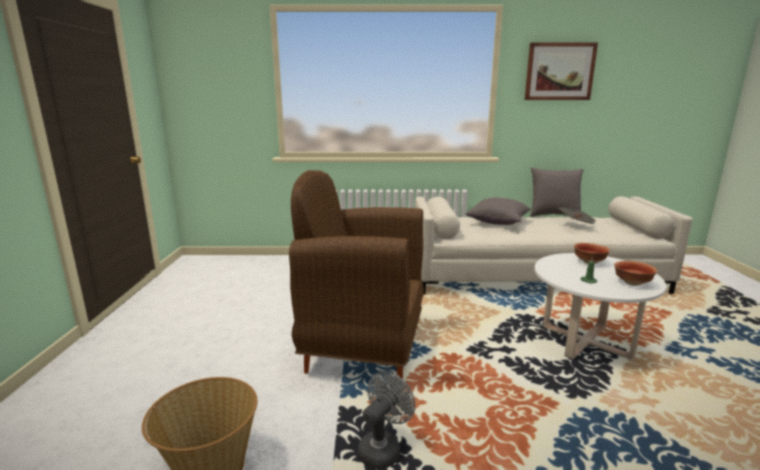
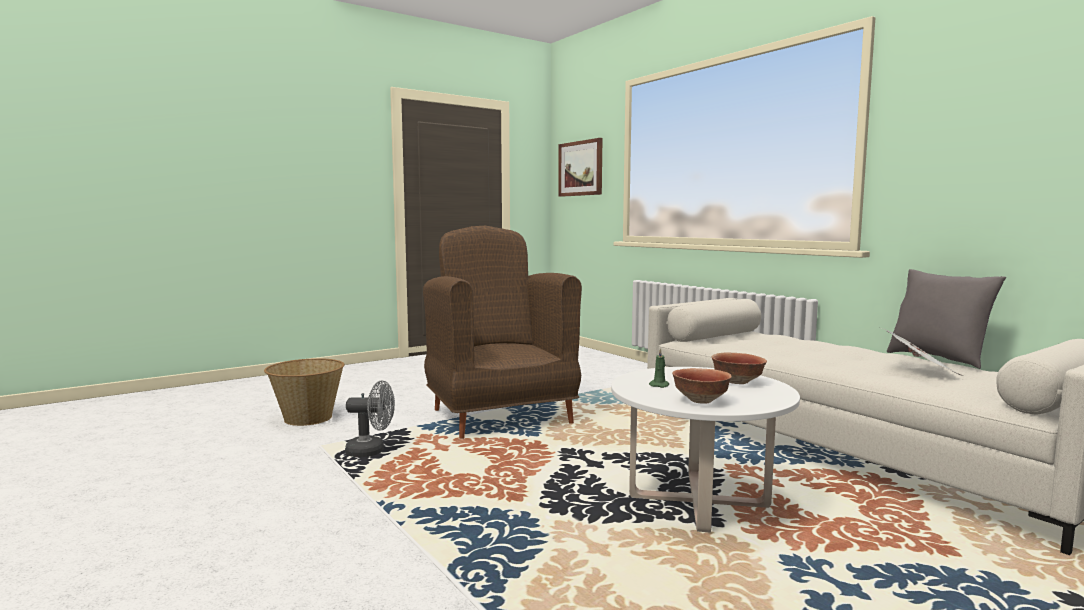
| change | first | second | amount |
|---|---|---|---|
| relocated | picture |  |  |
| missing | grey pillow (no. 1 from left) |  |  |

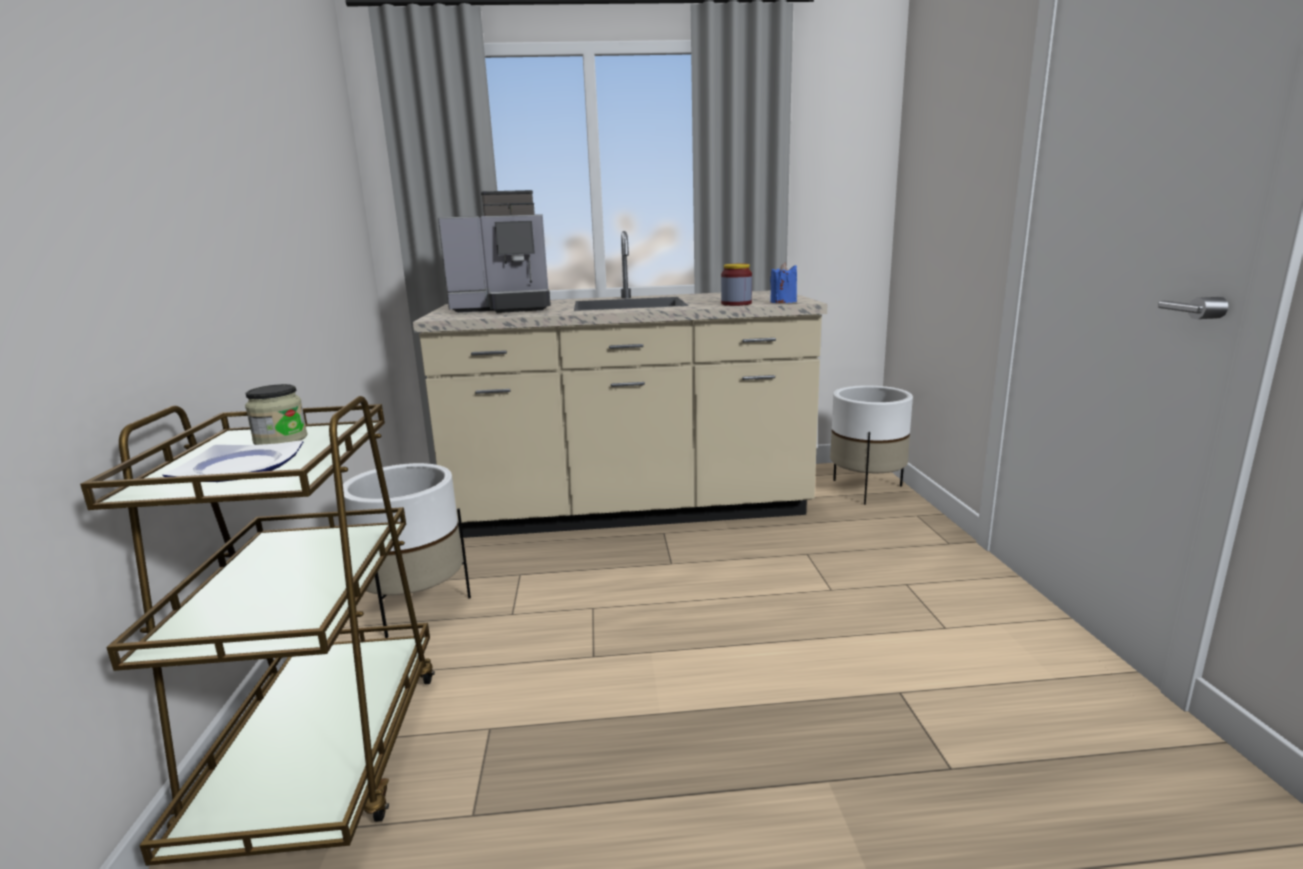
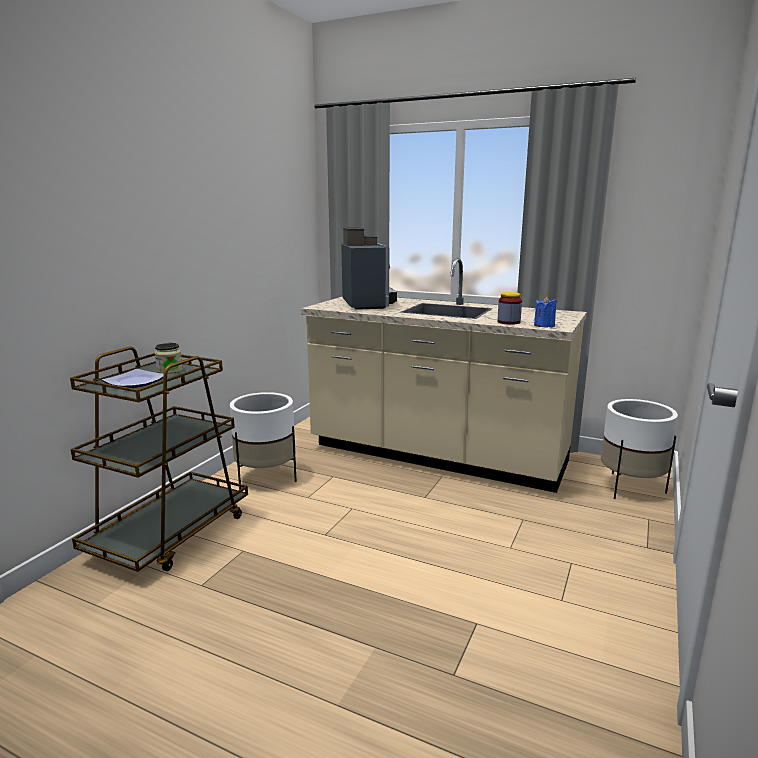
| change | first | second | amount |
|---|---|---|---|
| spun | coffee machine |  | 120 degrees counterclockwise |

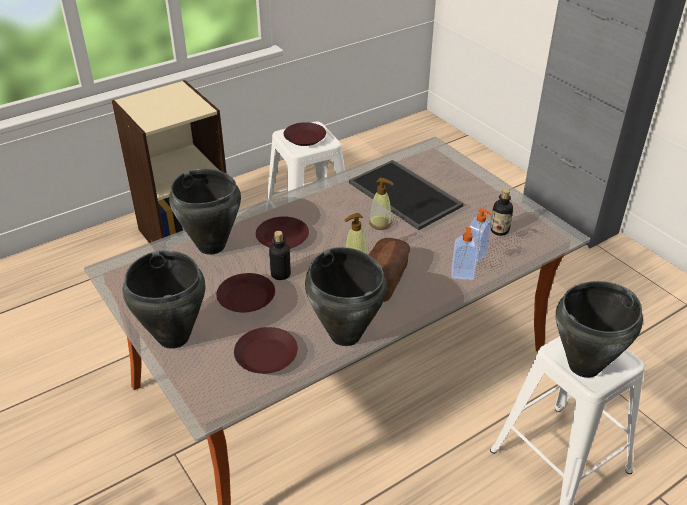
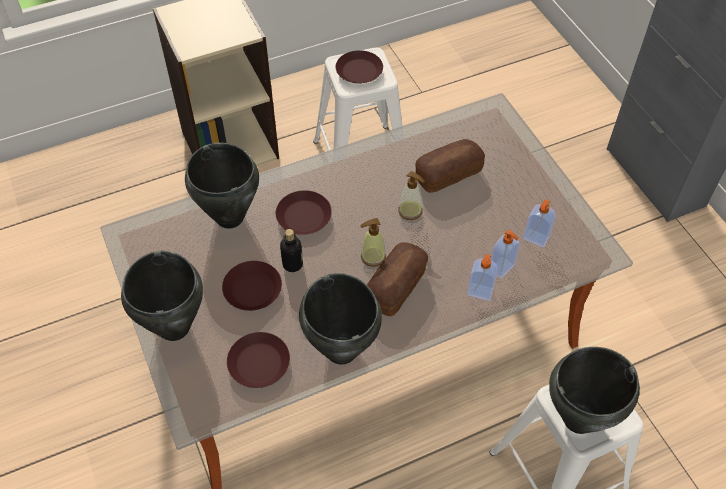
| change | first | second | amount |
|---|---|---|---|
| exchanged | tray | bread (no. 2 from left) |  |
| exchanged | bottle (no. 2 from left) | soap dispenser (no. 5 from left) |  |

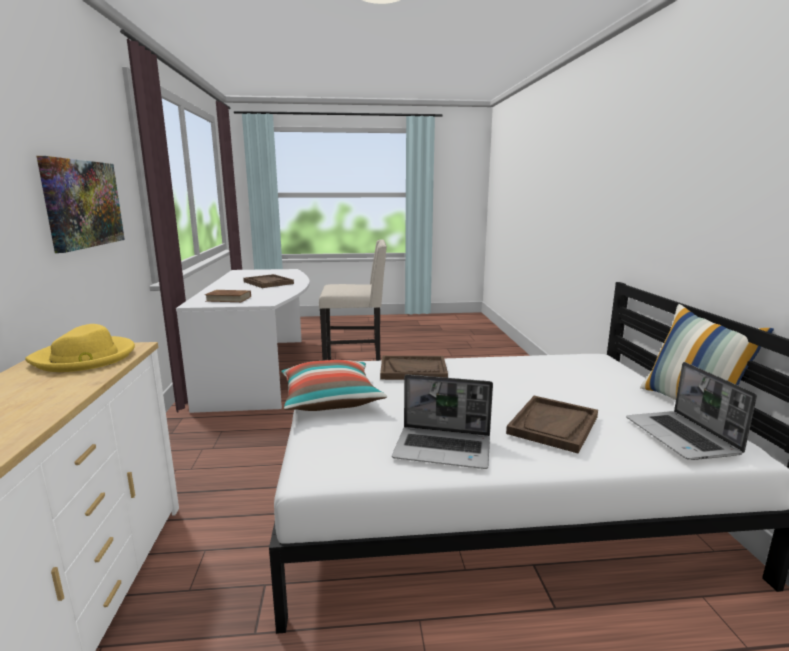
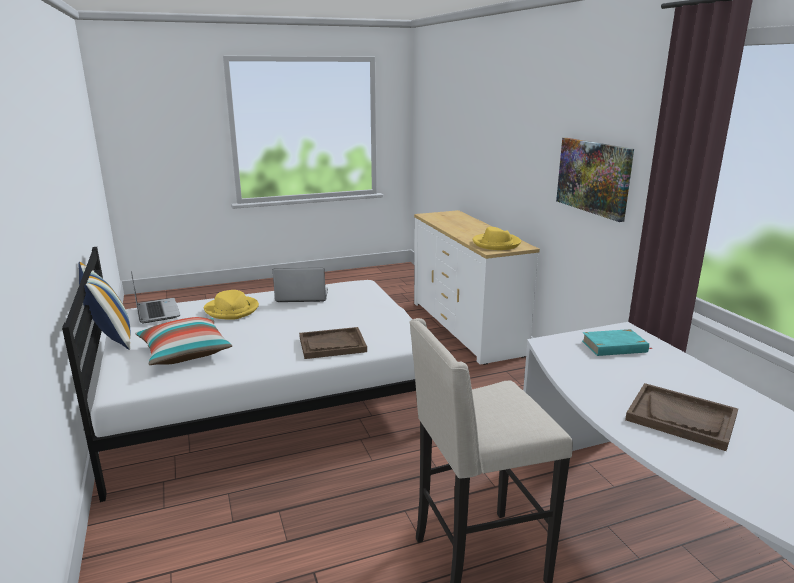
| change | first | second | amount |
|---|---|---|---|
| relocated | pillow (no. 1 from left in the first image) | pillow (no. 2 from left) |  |
| exchanged | brown tray (no. 3 from left) | yellow hat (no. 1 from left) |  |
| colour | brown book | turquoise book |  |

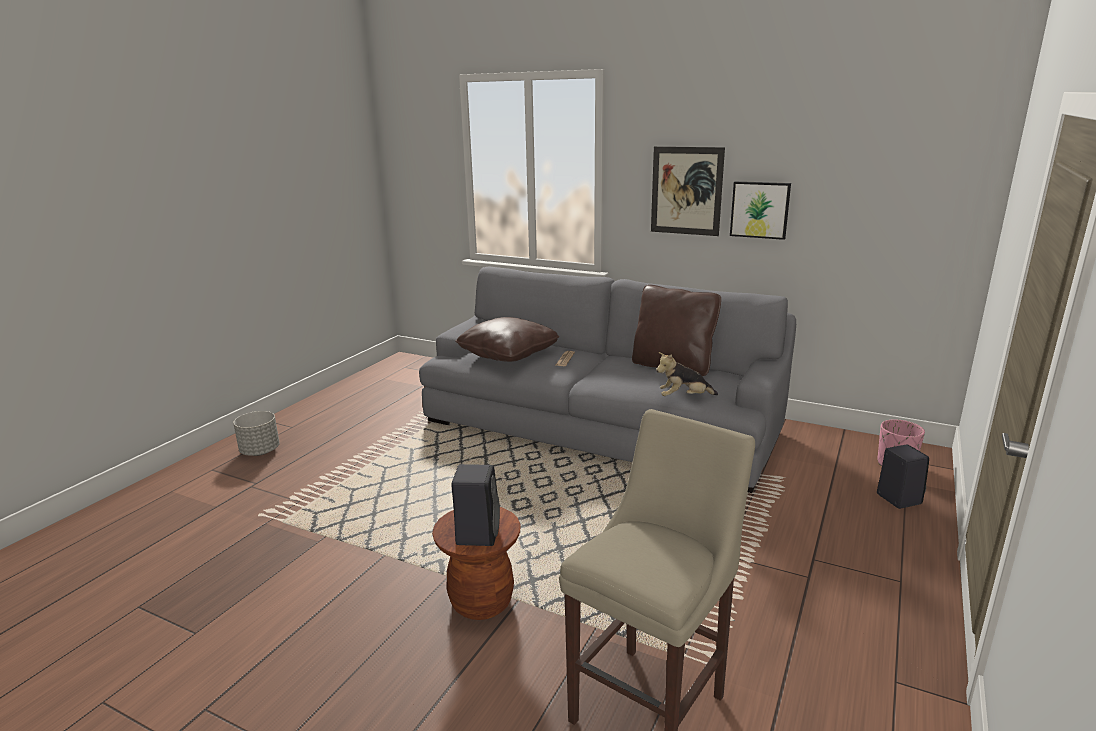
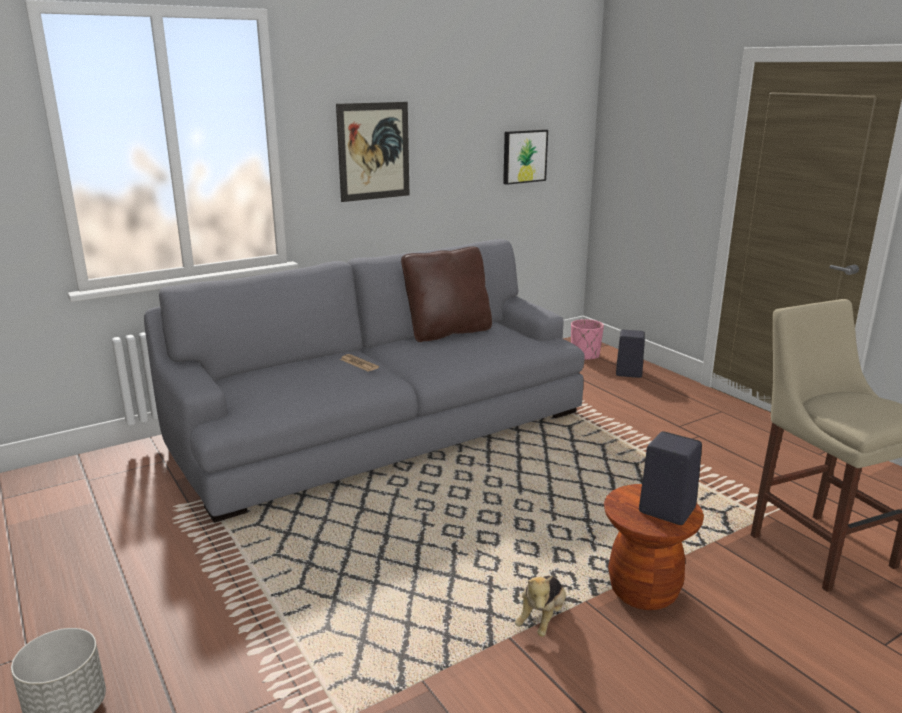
| change | first | second | amount |
|---|---|---|---|
| relocated | picture (no. 2 from left) |  |  |
| relocated | plush toy |  |  |
| missing | brown pillow (no. 1 from left) |  |  |

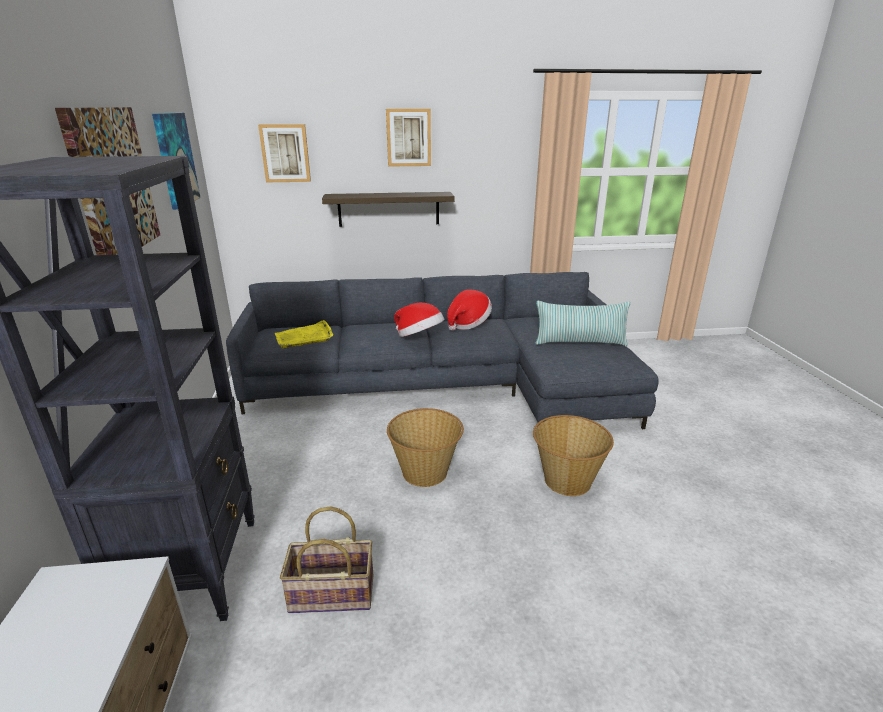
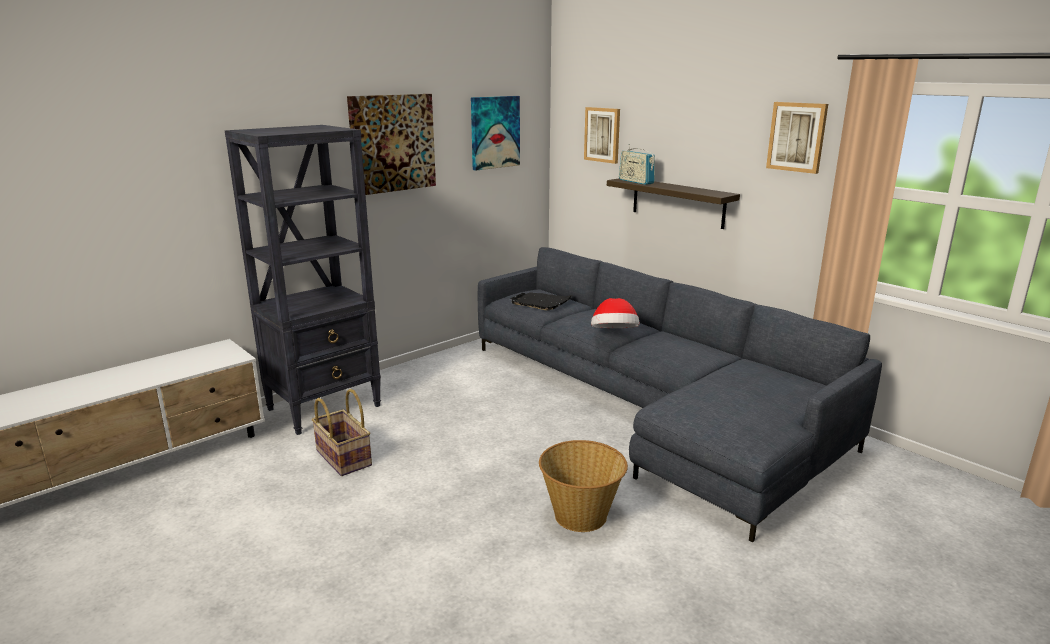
| change | first | second | amount |
|---|---|---|---|
| colour | yellow tray | black tray |  |
| appeared |  | radio |  |
| relocated | picture (no. 4 from left) |  |  |
| missing | basket (no. 2 from left) |  |  |
| missing | hat (no. 2 from left) |  |  |
| missing | pillow |  |  |

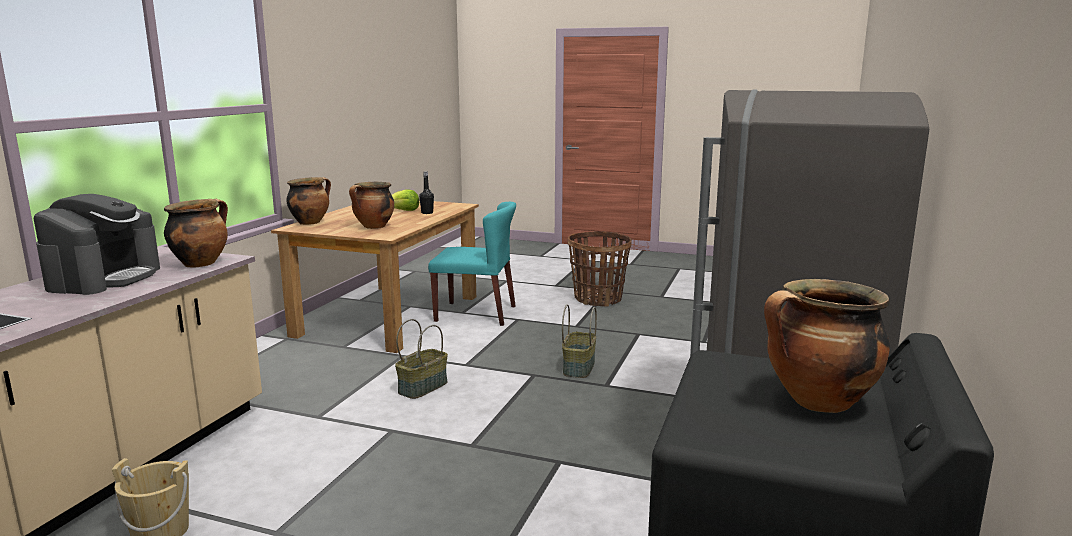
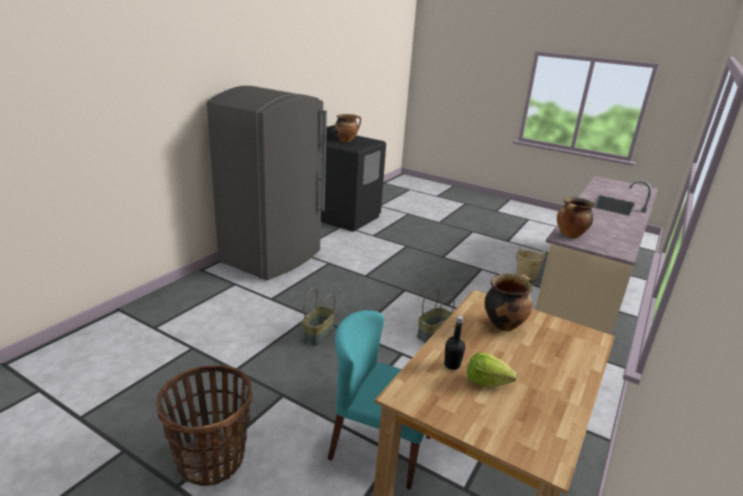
| change | first | second | amount |
|---|---|---|---|
| missing | coffee machine |  |  |
| missing | cooking pot (no. 2 from left) |  |  |

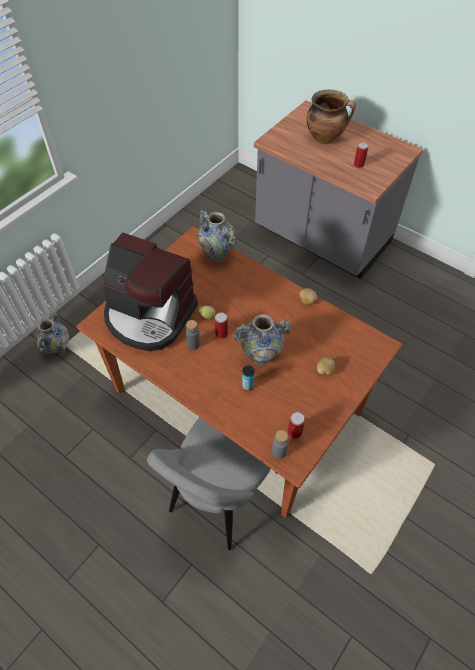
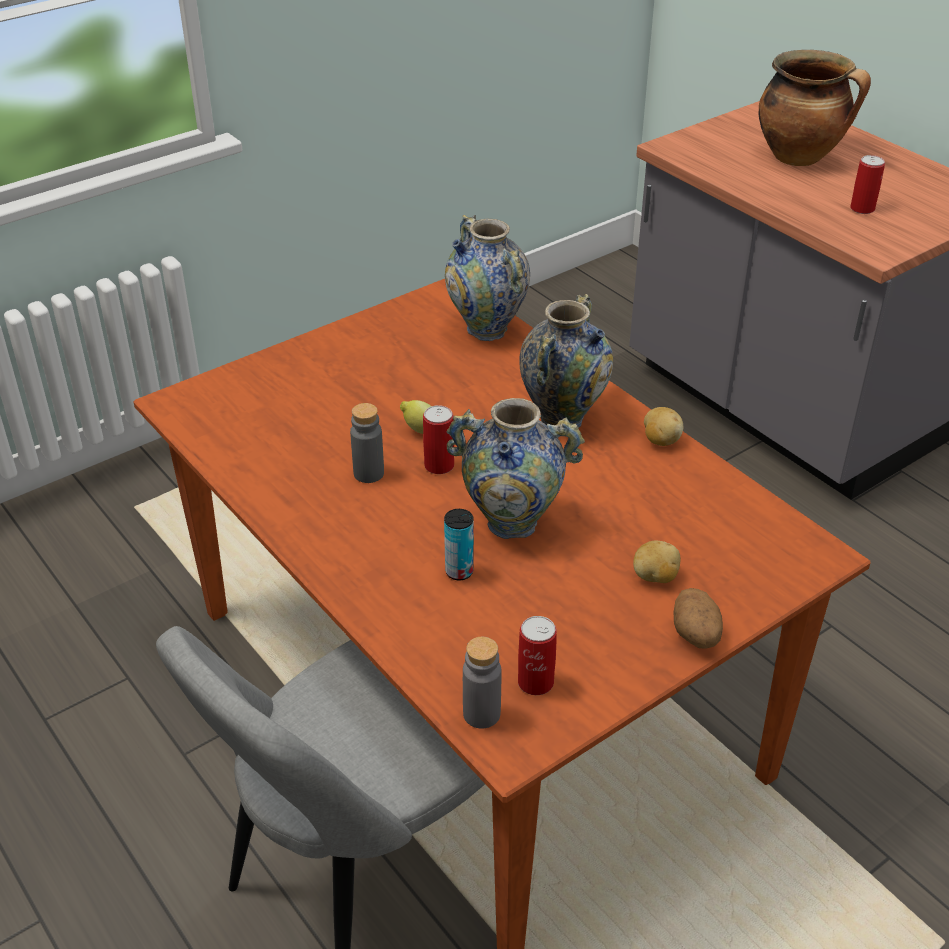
| change | first | second | amount |
|---|---|---|---|
| relocated | vase (no. 1 from left in the first image) | vase (no. 3 from left) |  |
| appeared |  | potato (no. 3 from left) |  |
| missing | coffee machine |  |  |

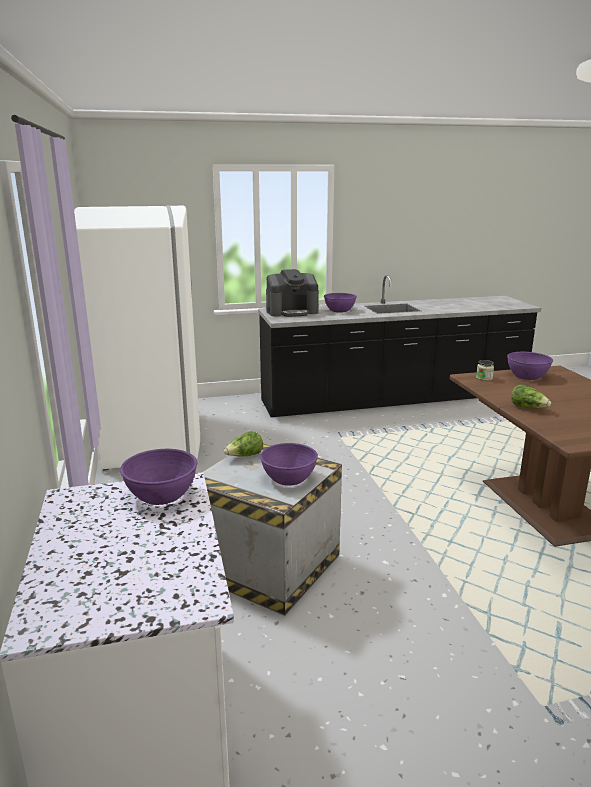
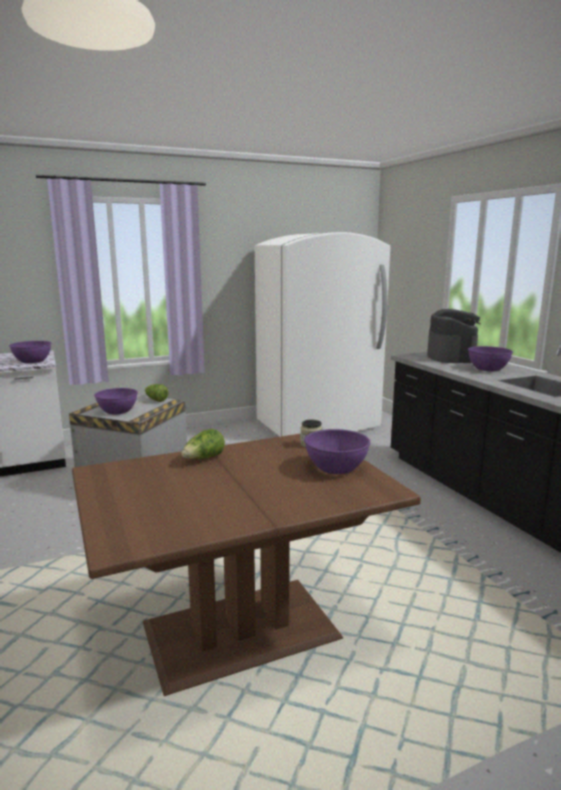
| change | first | second | amount |
|---|---|---|---|
| spun | coffee machine |  | 150 degrees counterclockwise |

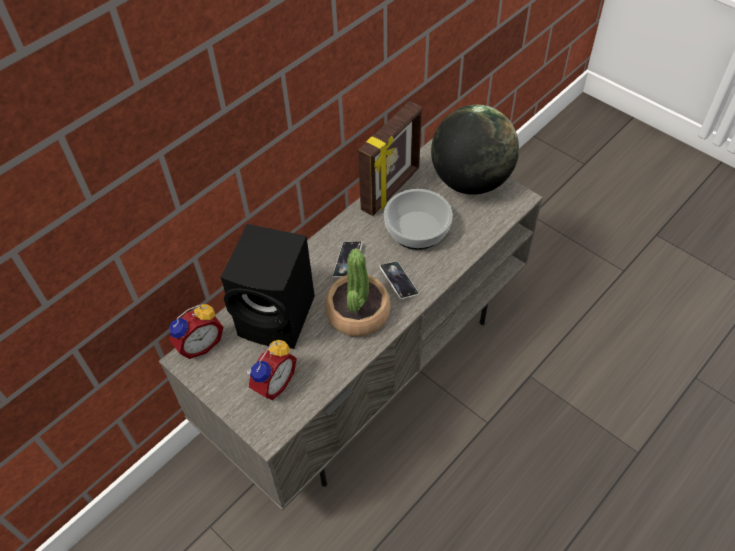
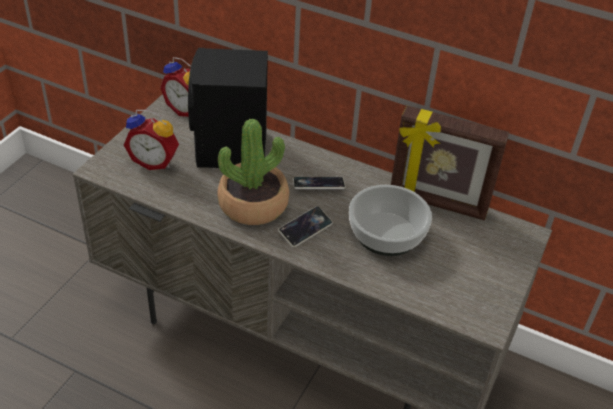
| change | first | second | amount |
|---|---|---|---|
| missing | globe |  |  |

